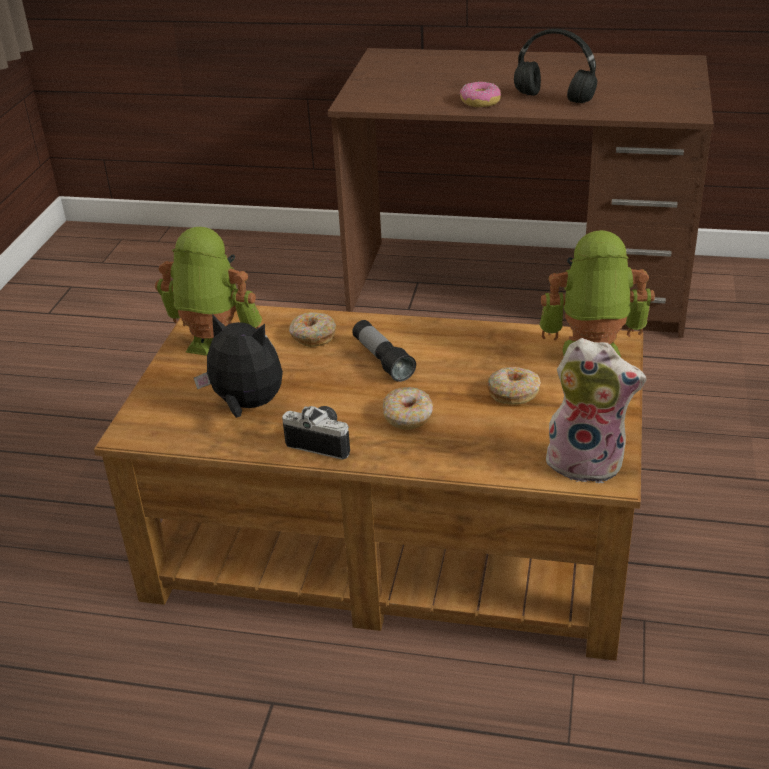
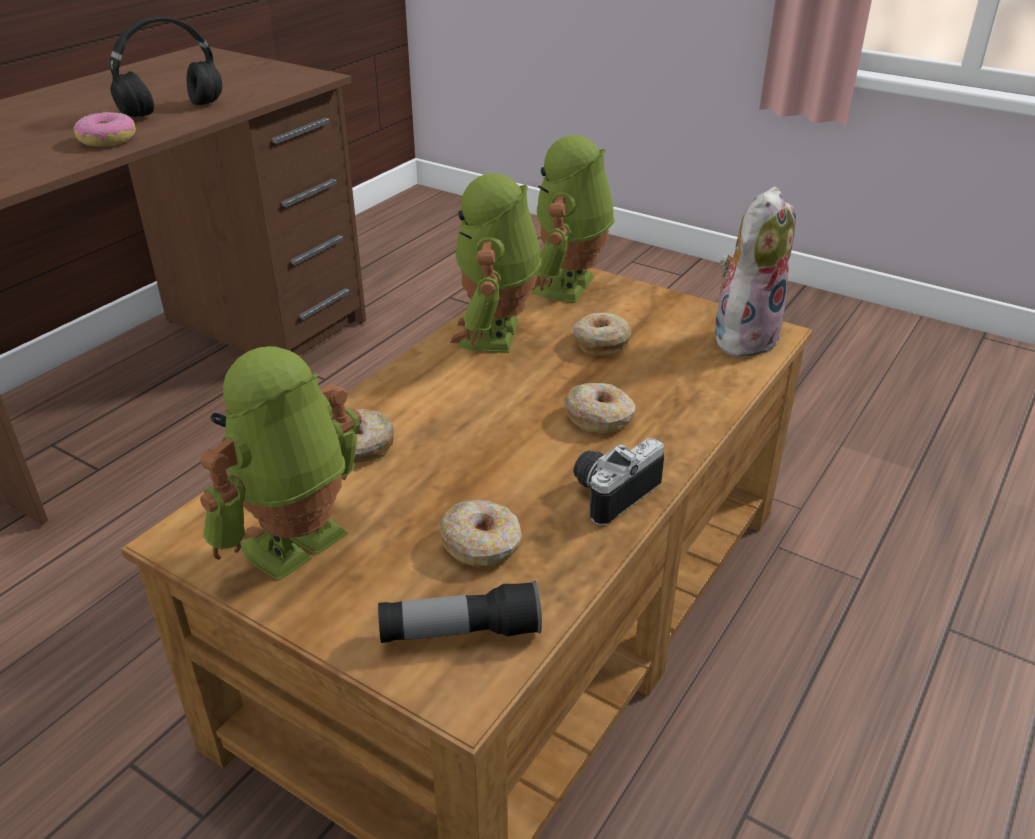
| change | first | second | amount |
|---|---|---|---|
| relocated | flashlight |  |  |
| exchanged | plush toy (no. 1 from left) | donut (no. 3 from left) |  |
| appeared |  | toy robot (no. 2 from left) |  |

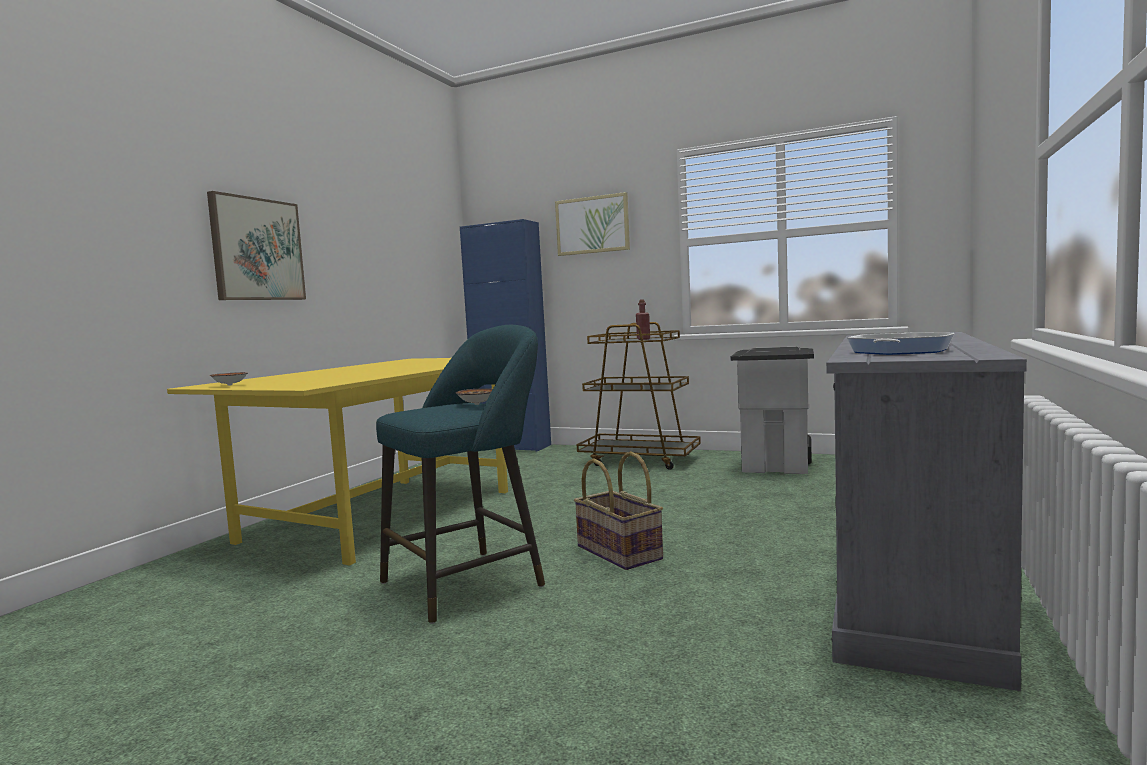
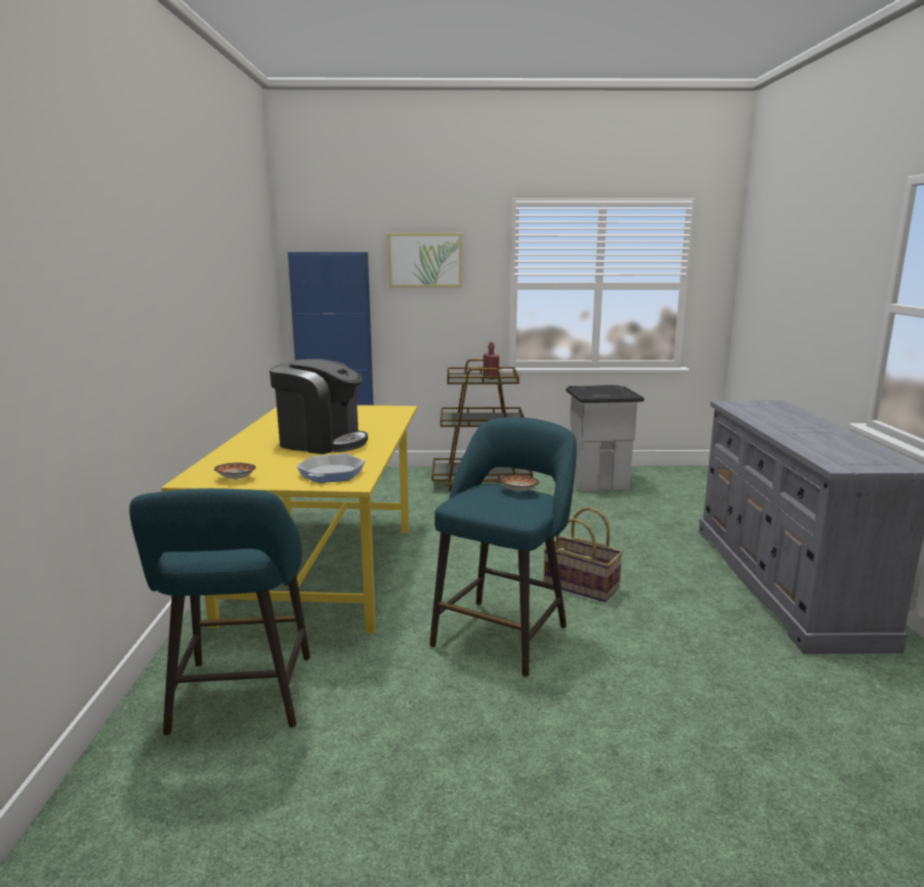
| change | first | second | amount |
|---|---|---|---|
| appeared |  | turquoise stool (no. 1 from left) |  |
| appeared |  | coffee machine |  |
| relocated | frying pan |  |  |
| missing | picture (no. 1 from left) |  |  |

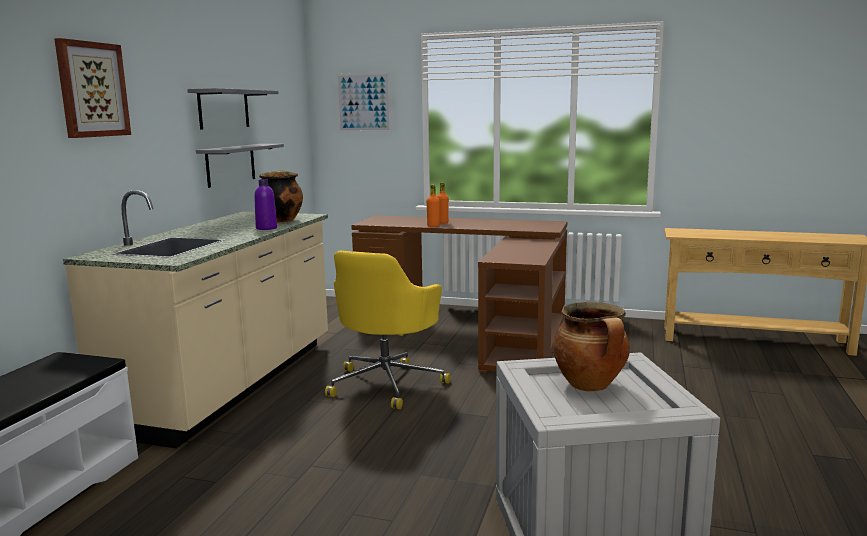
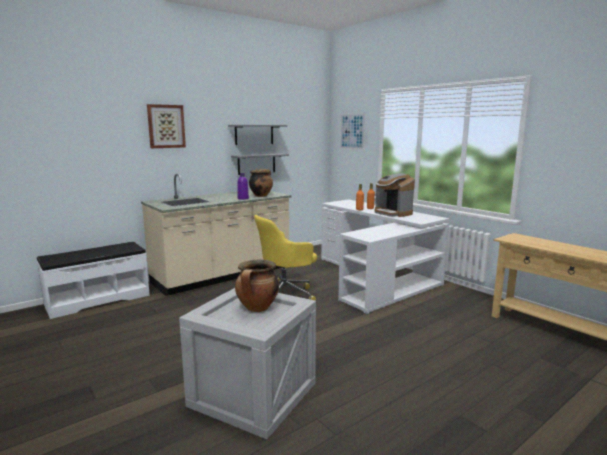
| change | first | second | amount |
|---|---|---|---|
| colour | brown desk | white desk |  |
| appeared |  | coffee machine |  |

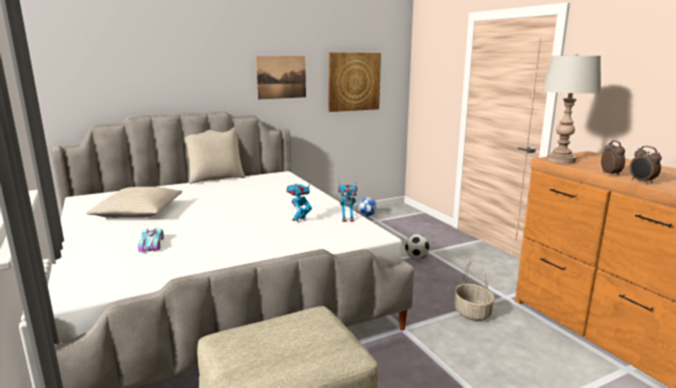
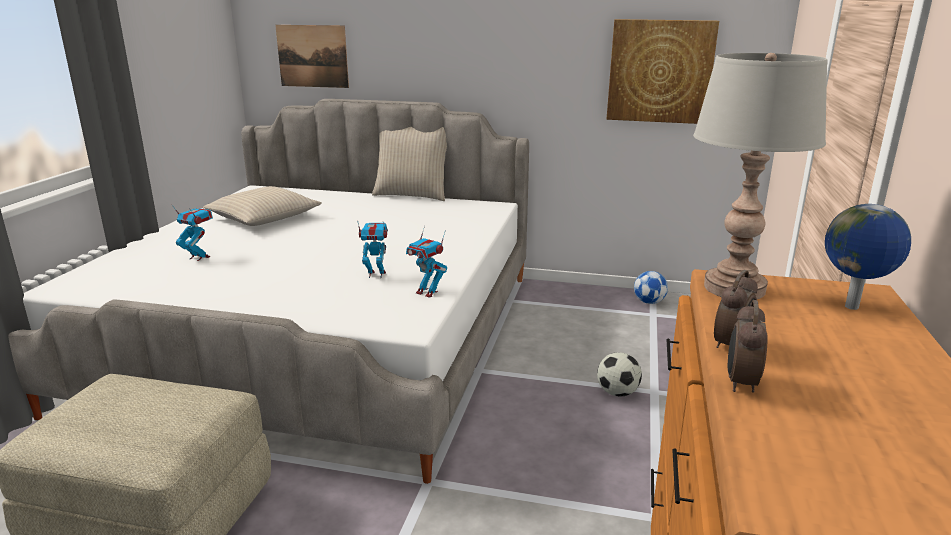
| change | first | second | amount |
|---|---|---|---|
| exchanged | toy car | toy robot (no. 1 from left) |  |
| relocated | picture (no. 1 from left) |  |  |
| appeared |  | globe |  |
| missing | basket |  |  |

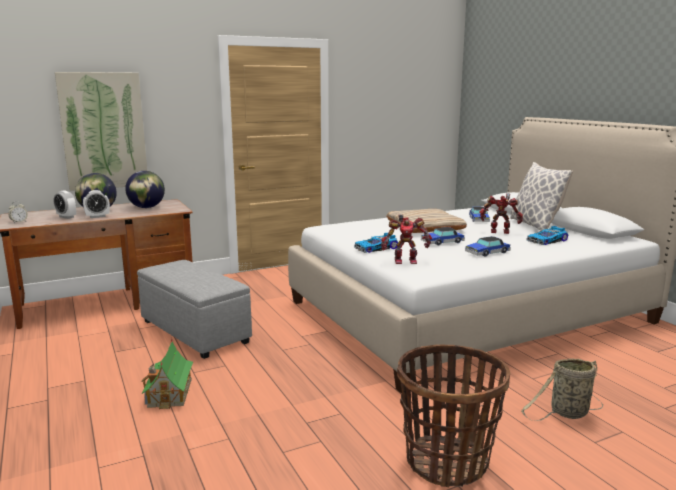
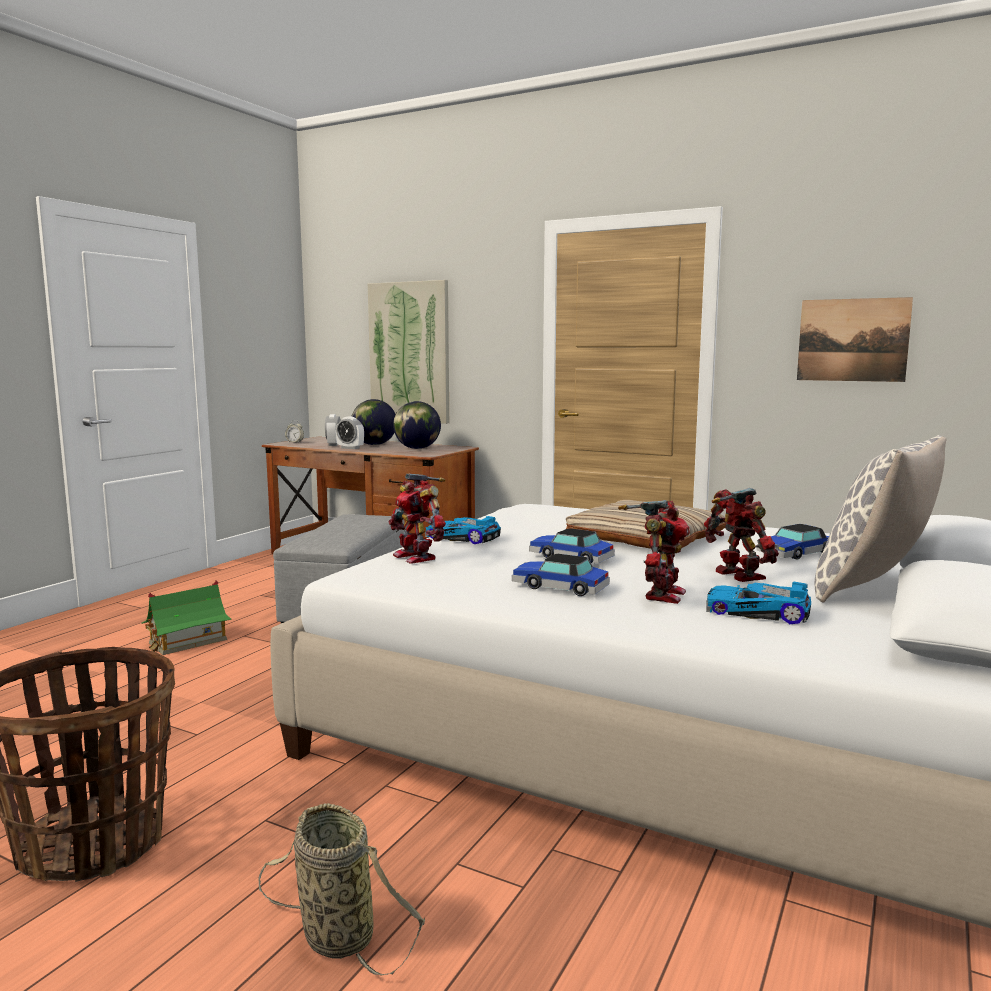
| change | first | second | amount |
|---|---|---|---|
| appeared |  | toy robot (no. 2 from left) |  |
| appeared |  | picture (no. 2 from left) |  |

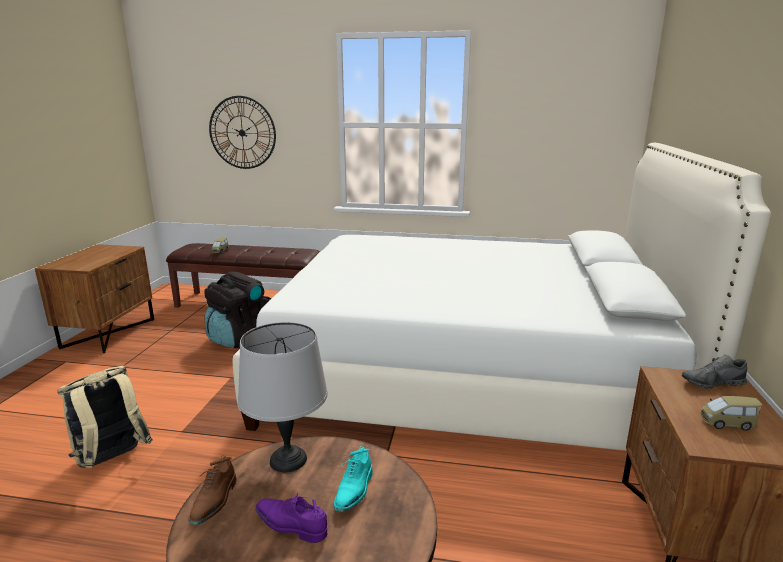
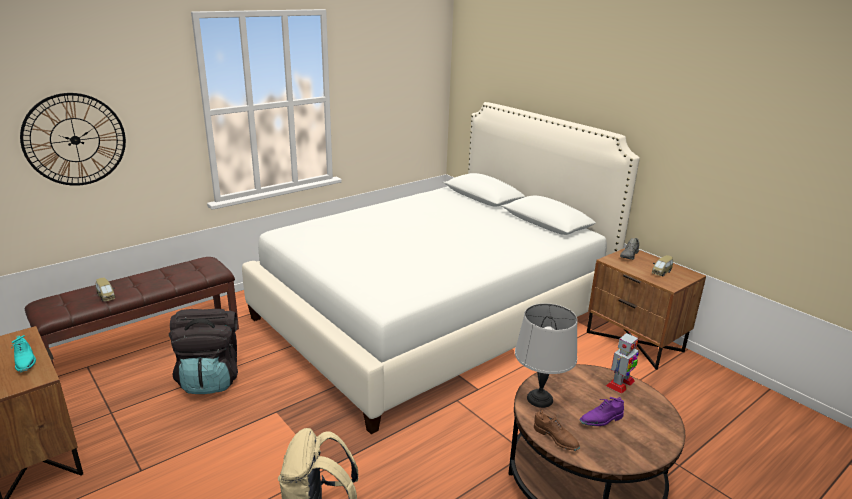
| change | first | second | amount |
|---|---|---|---|
| relocated | turquoise shoe |  |  |
| appeared |  | toy robot |  |

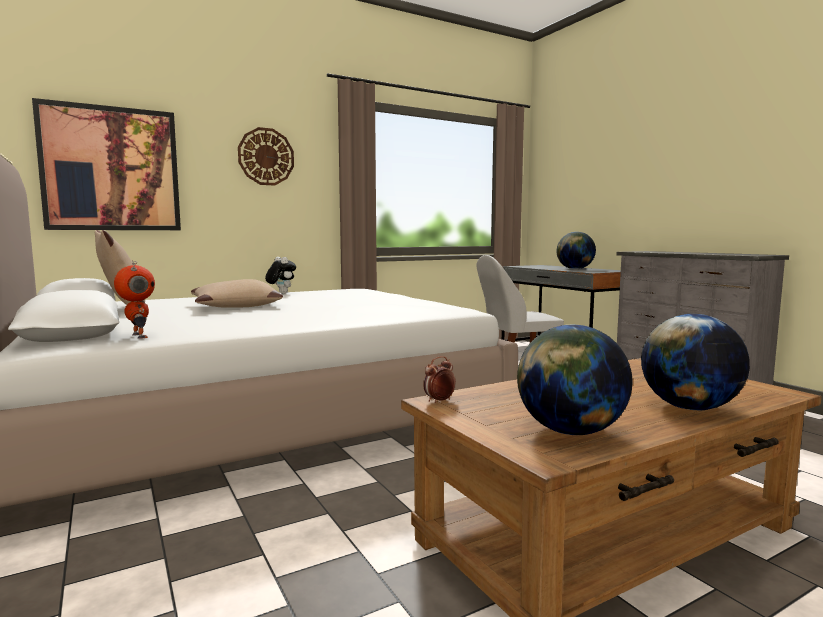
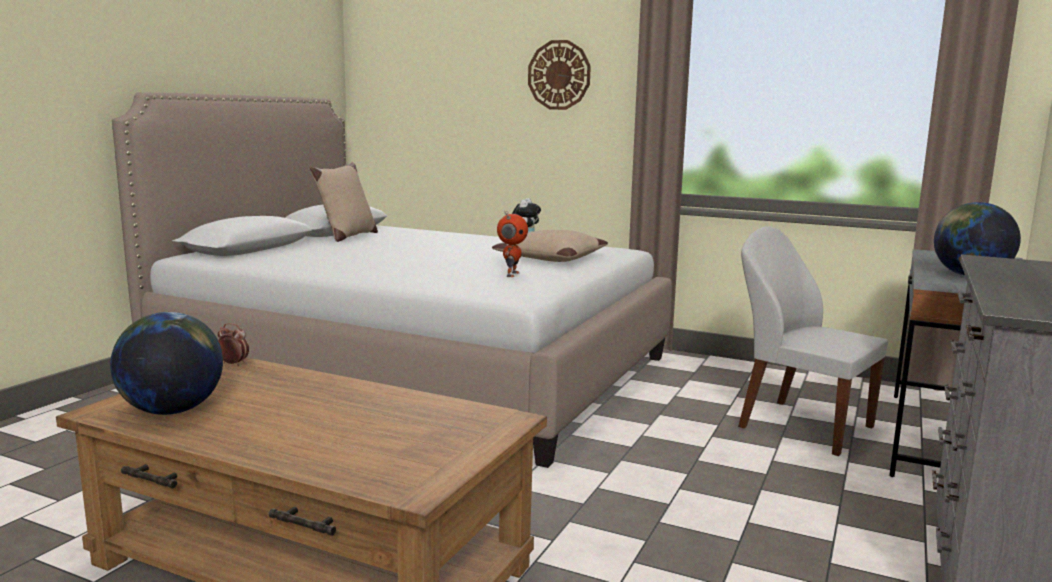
| change | first | second | amount |
|---|---|---|---|
| relocated | beige pillow (no. 2 from left) |  |  |
| relocated | toy robot |  |  |
| missing | picture |  |  |
| missing | globe (no. 3 from left) |  |  |

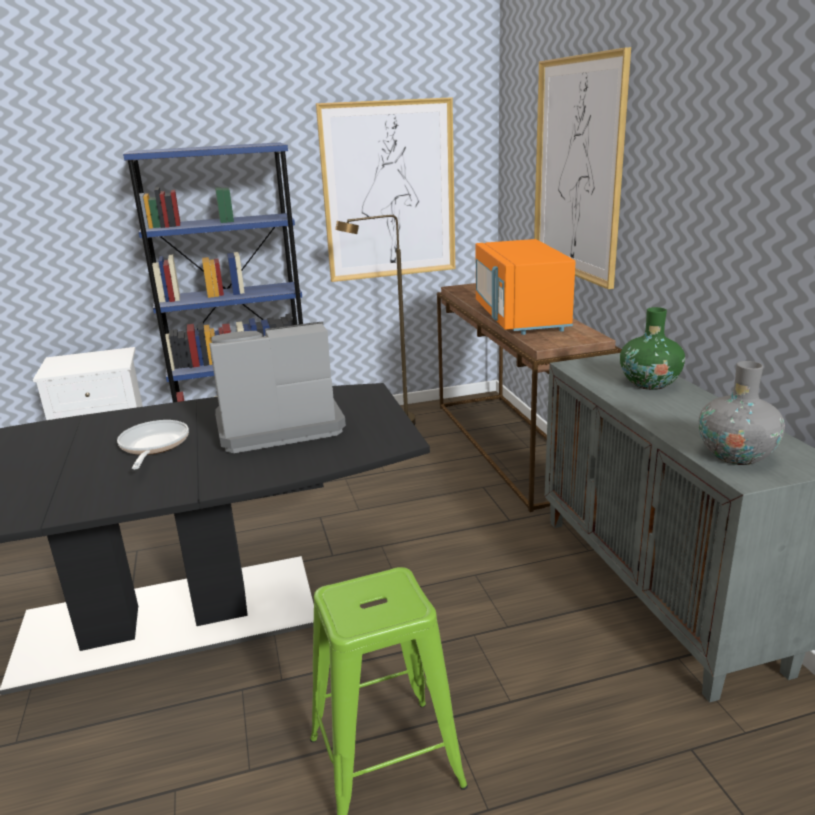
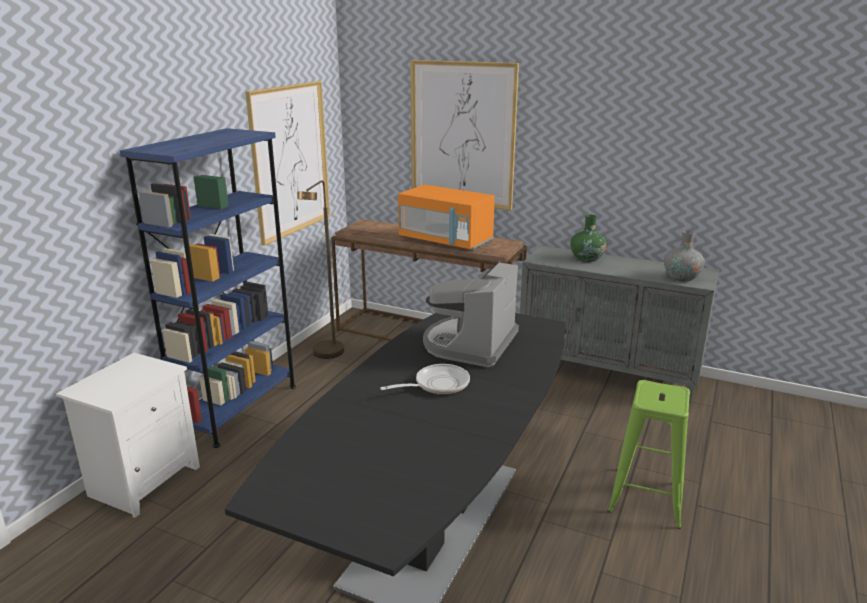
| change | first | second | amount |
|---|---|---|---|
| spun | frying pan |  | 120 degrees clockwise |

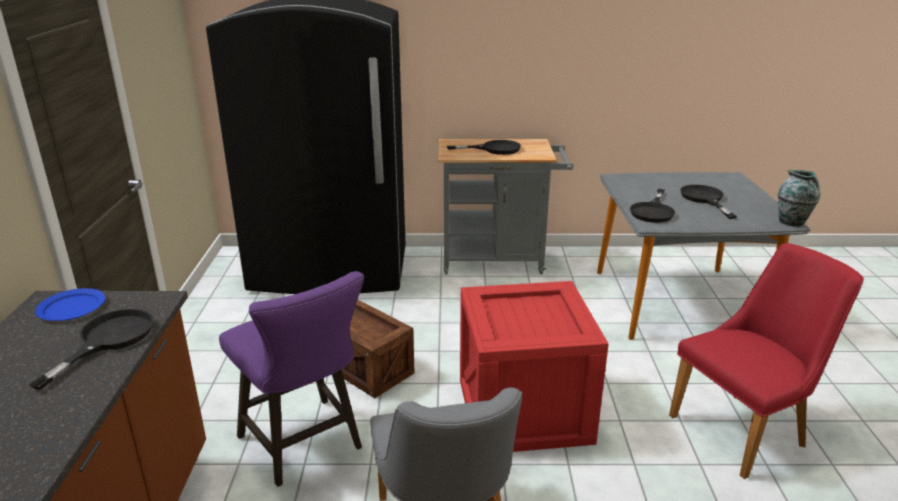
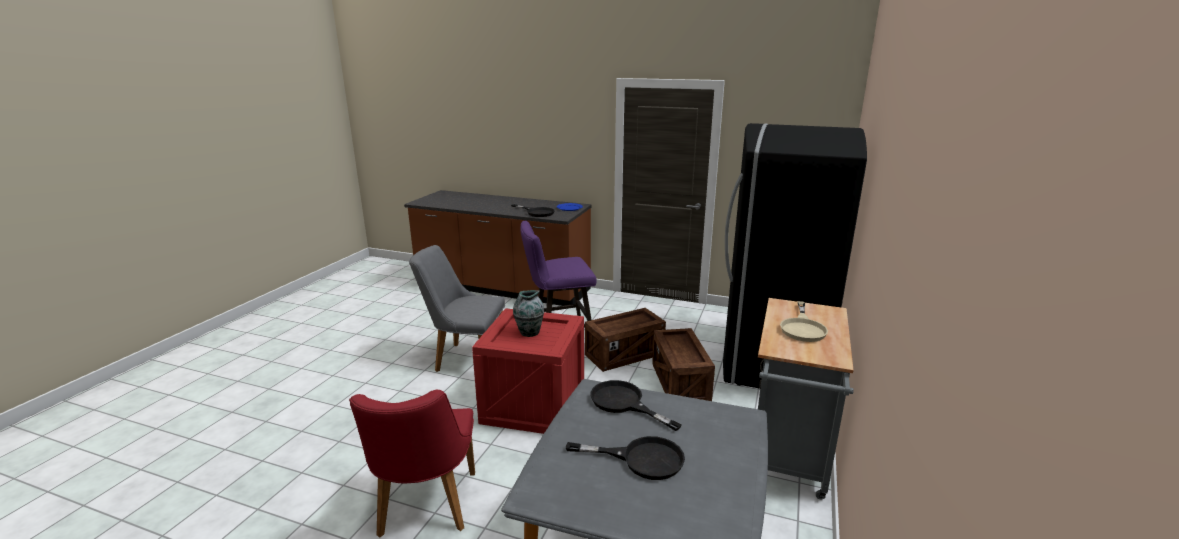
| change | first | second | amount |
|---|---|---|---|
| relocated | vase |  |  |
| appeared |  | crate (no. 3 from left) |  |
| colour | black frying pan (no. 2 from left) | beige frying pan |  |

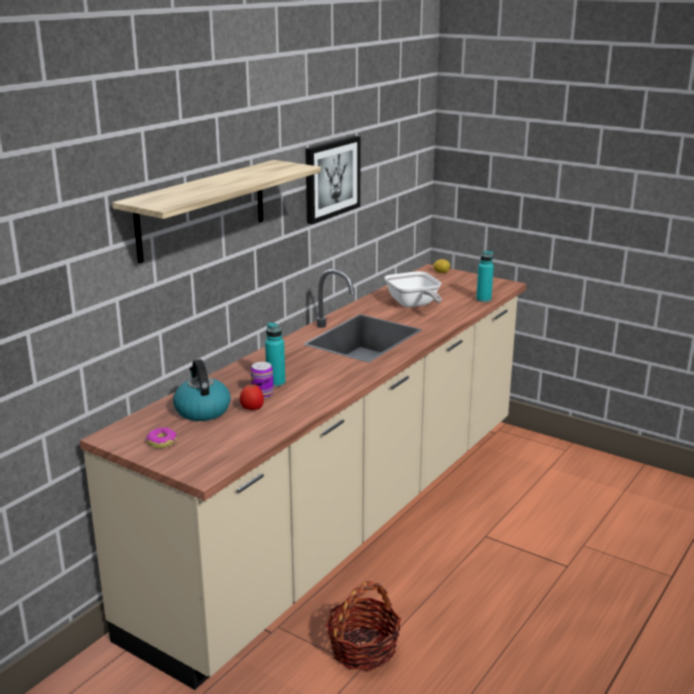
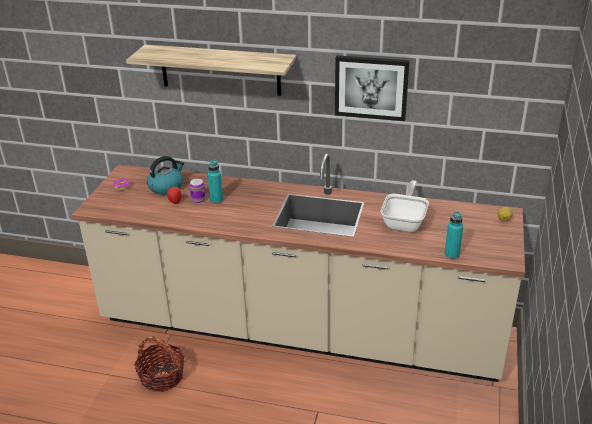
| change | first | second | amount |
|---|---|---|---|
| spun | frying pan |  | 150 degrees clockwise |

